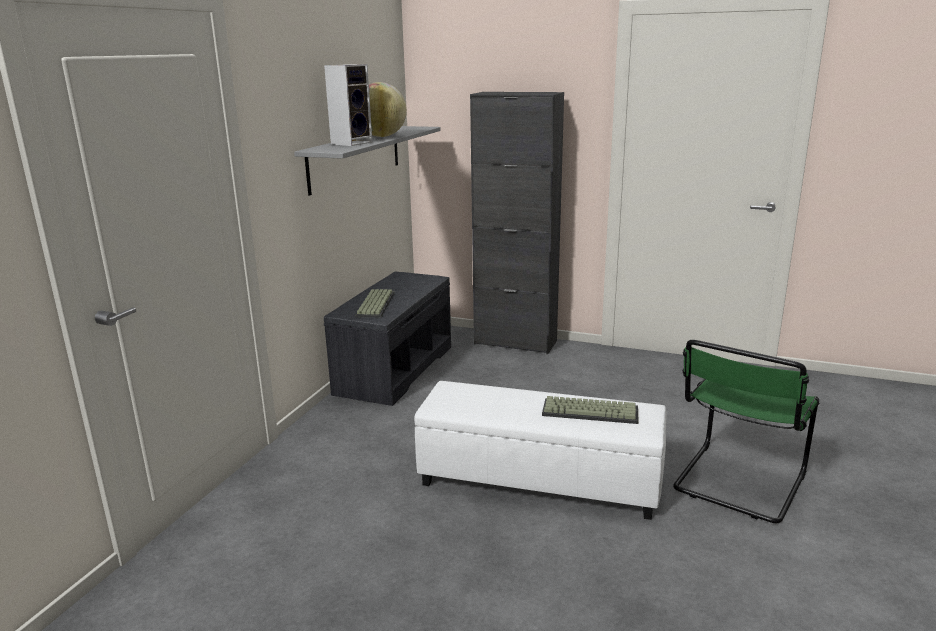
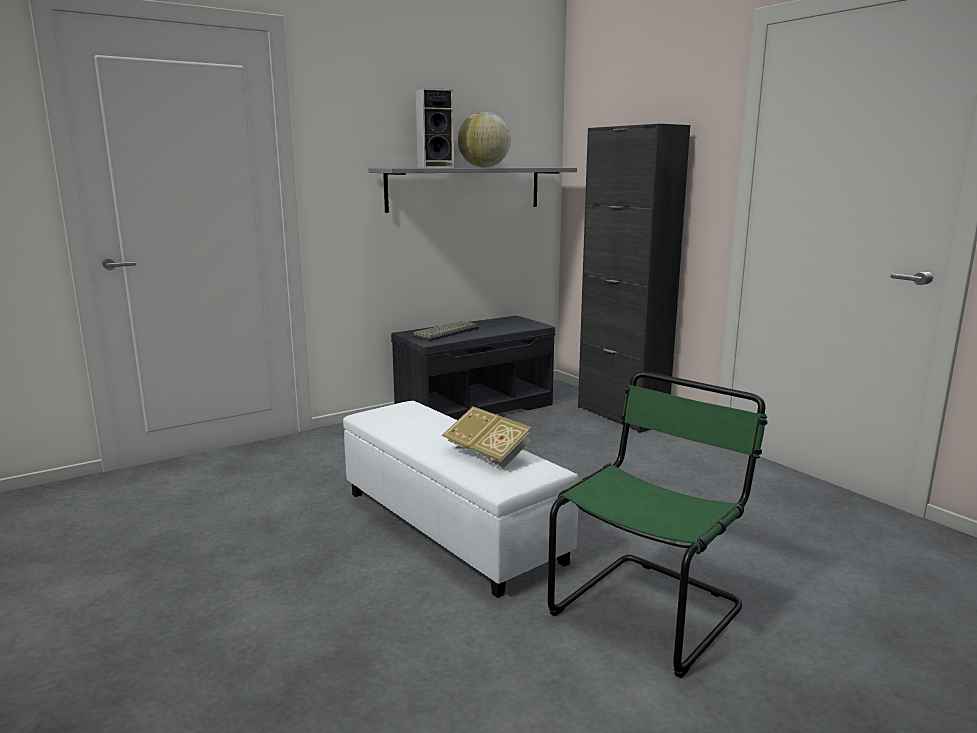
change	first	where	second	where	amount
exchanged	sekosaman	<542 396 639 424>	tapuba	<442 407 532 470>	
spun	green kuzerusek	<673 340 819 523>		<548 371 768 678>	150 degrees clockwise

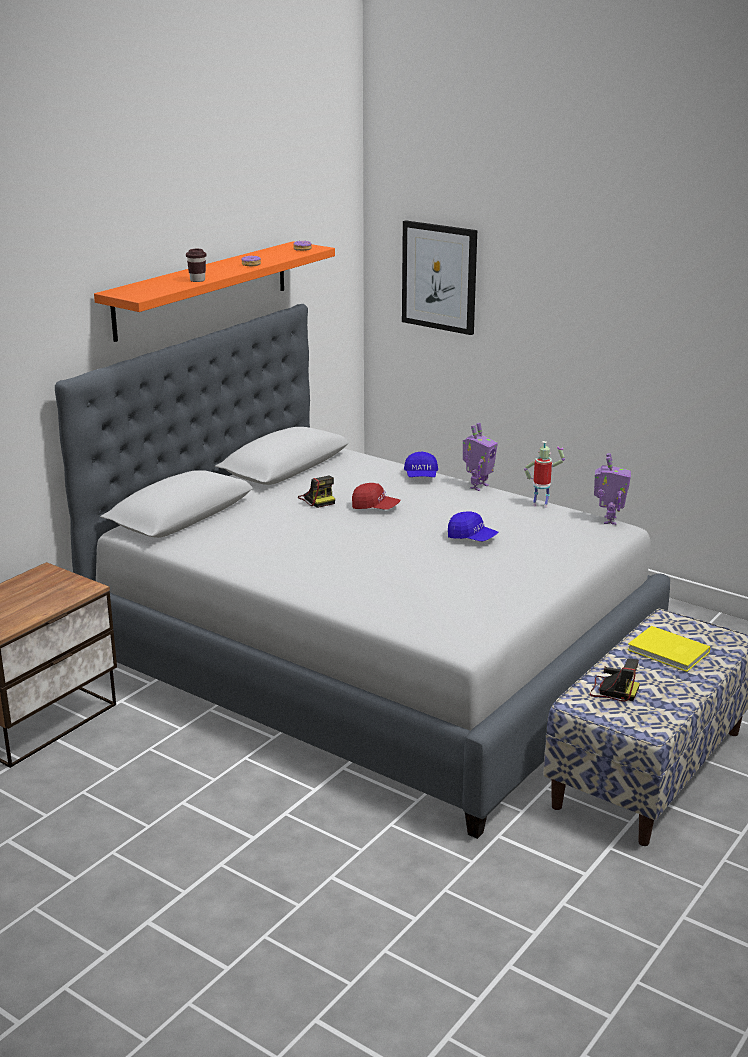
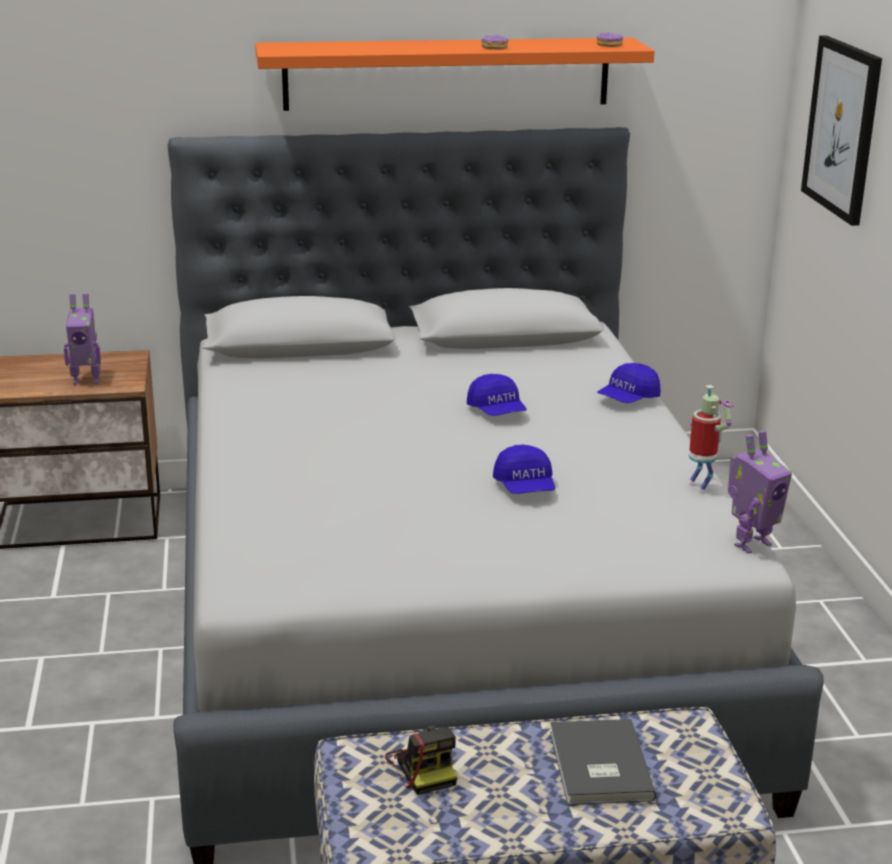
change	first	where	second	where	amount
missing	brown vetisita	<186 249 207 282>			
missing	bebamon	<298 476 335 508>			
colour	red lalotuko	<352 483 401 510>	blue lalotuko	<467 374 527 416>	
relocated	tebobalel	<463 423 498 491>		<64 294 101 385>	
colour	yellow tapuba	<627 626 710 672>	grey tapuba	<550 719 656 805>	

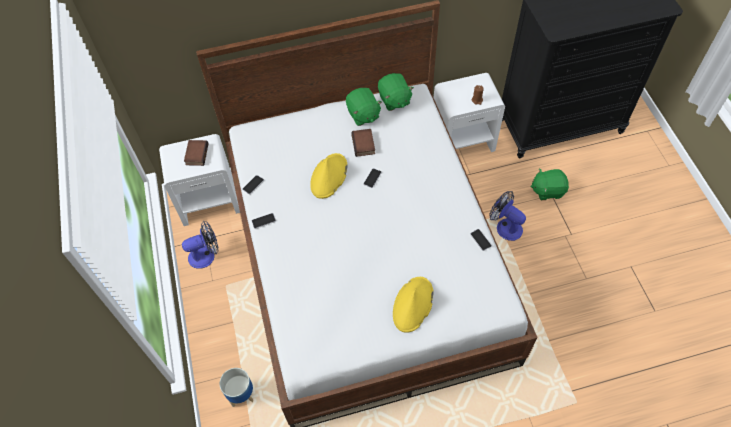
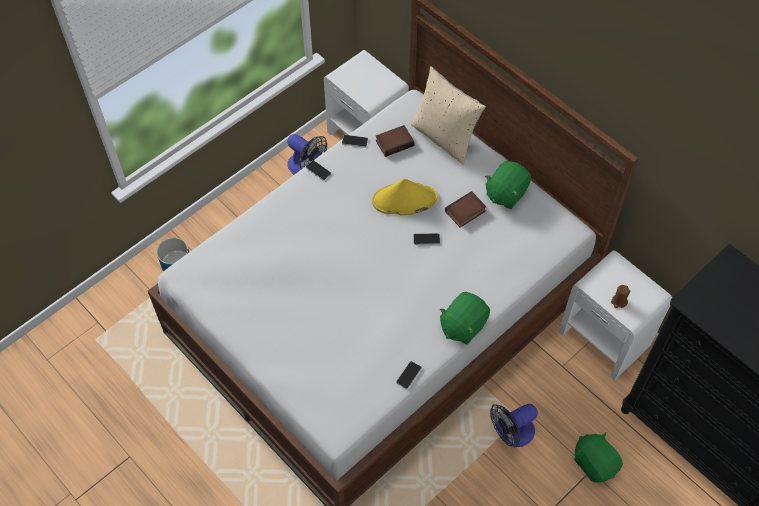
change	first	where	second	where	amount
relocated	tapuba	<184 140 209 166>		<376 125 414 157>	
relocated	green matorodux	<378 73 414 111>		<439 292 490 344>	
missing	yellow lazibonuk	<393 277 434 333>			
spun	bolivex	<489 191 526 241>		<490 404 538 447>	135 degrees counterclockwise
appeared			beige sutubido	<411 66 486 165>	

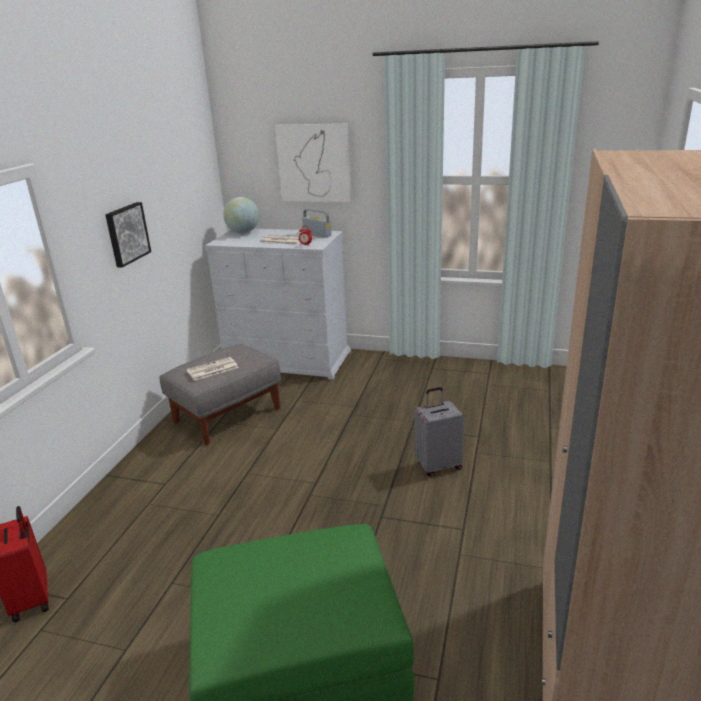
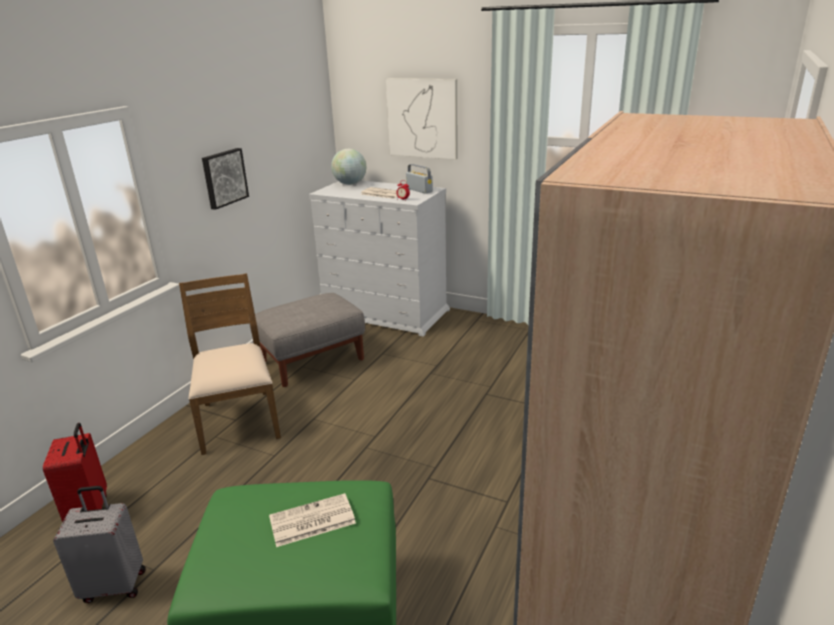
change	first	where	second	where	amount
relocated	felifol	<186 357 239 381>		<269 493 356 547>	
relocated	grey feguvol	<415 387 464 477>		<53 486 146 603>	
appeared			brown kuzerusek	<179 273 281 455>	

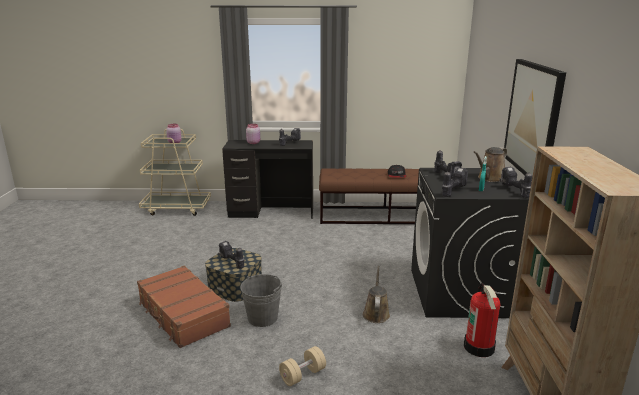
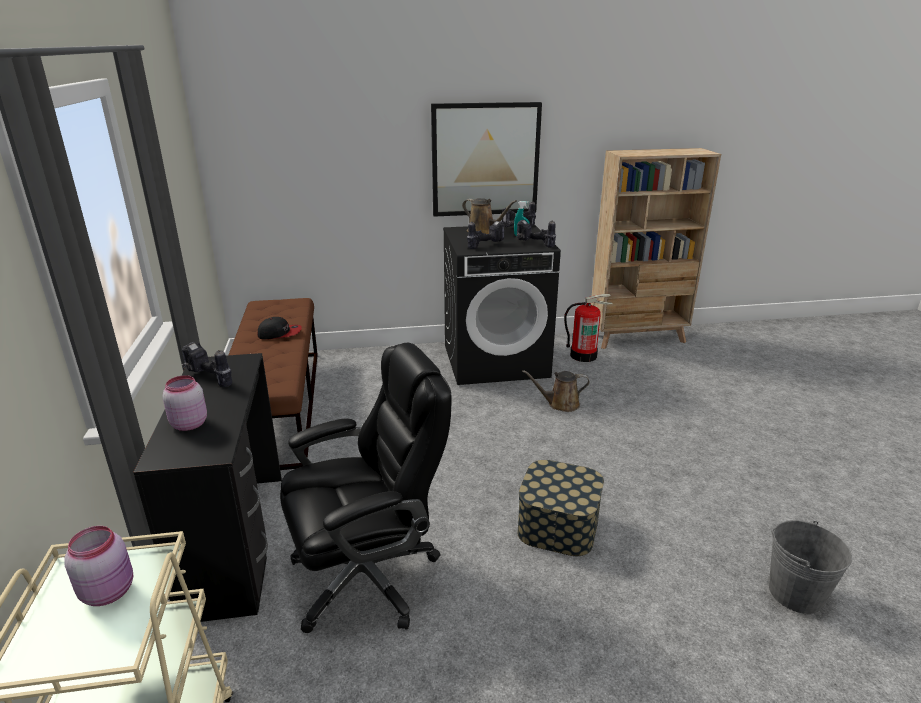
change	first	where	second	where	amount
missing	brown feguvol	<137 265 231 348>			
missing	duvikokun	<218 241 244 269>			
relocated	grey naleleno	<240 274 282 327>		<769 520 852 614>	
missing	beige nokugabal	<279 346 326 386>			
appeared			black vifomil	<280 343 452 633>	

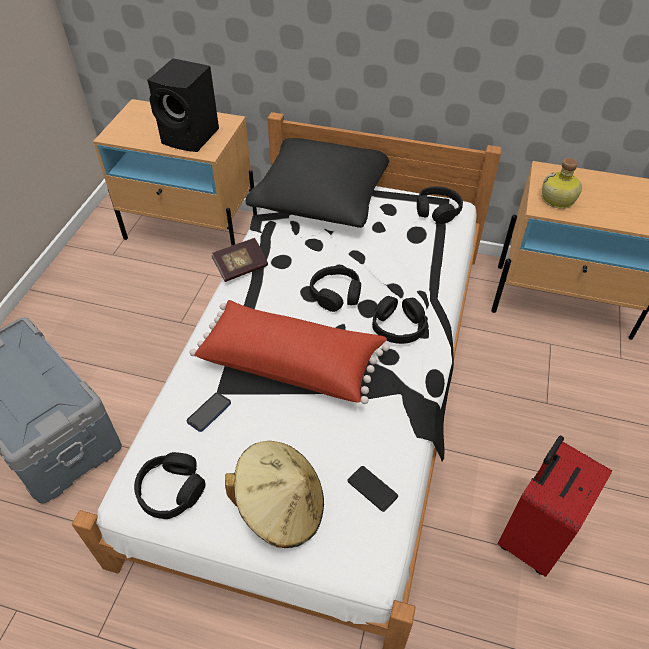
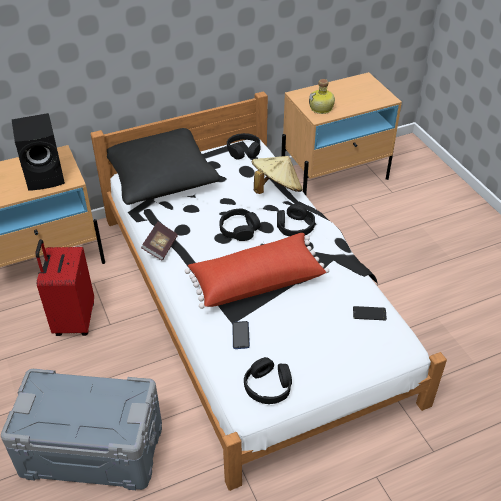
change	first	where	second	where	amount
relocated	beige lazibonuk	<225 441 324 548>		<252 156 302 194>	
relocated	red feguvol	<497 436 612 577>		<35 239 94 336>	

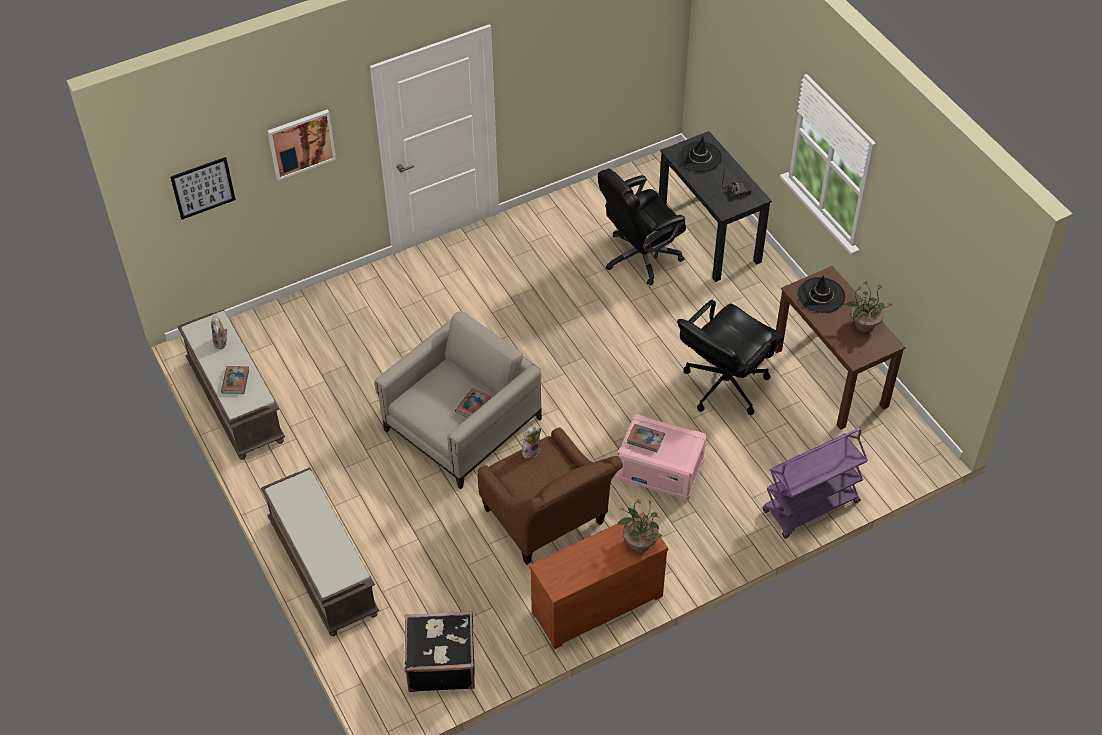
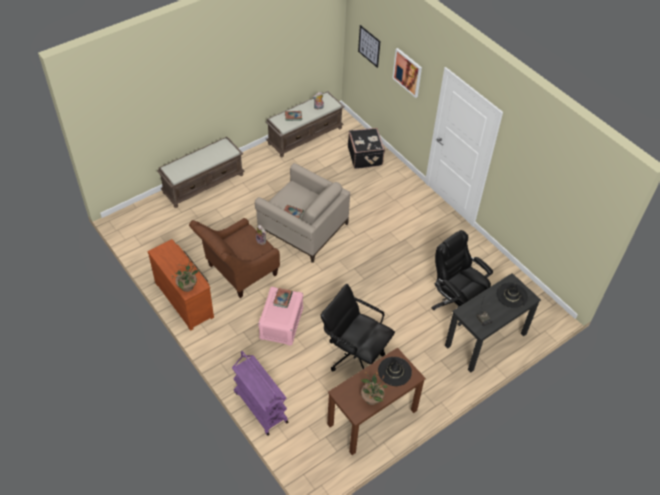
change	first	where	second	where	amount
relocated	black feguvol	<404 611 475 692>		<348 128 385 169>	

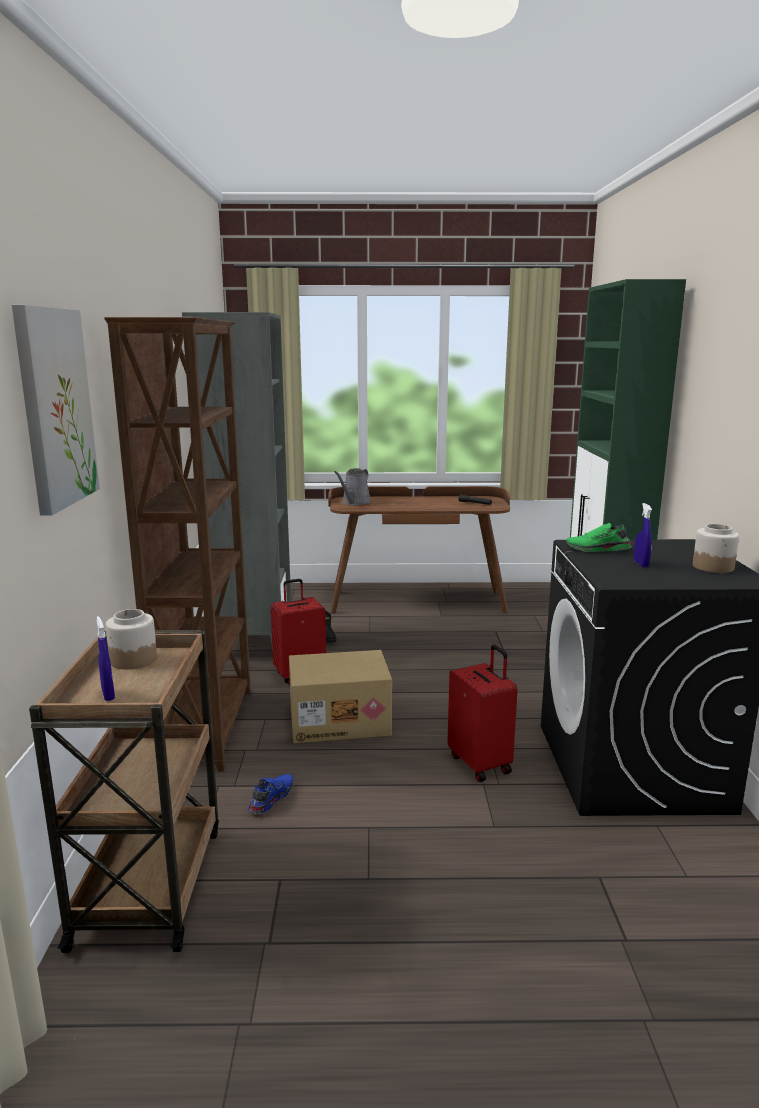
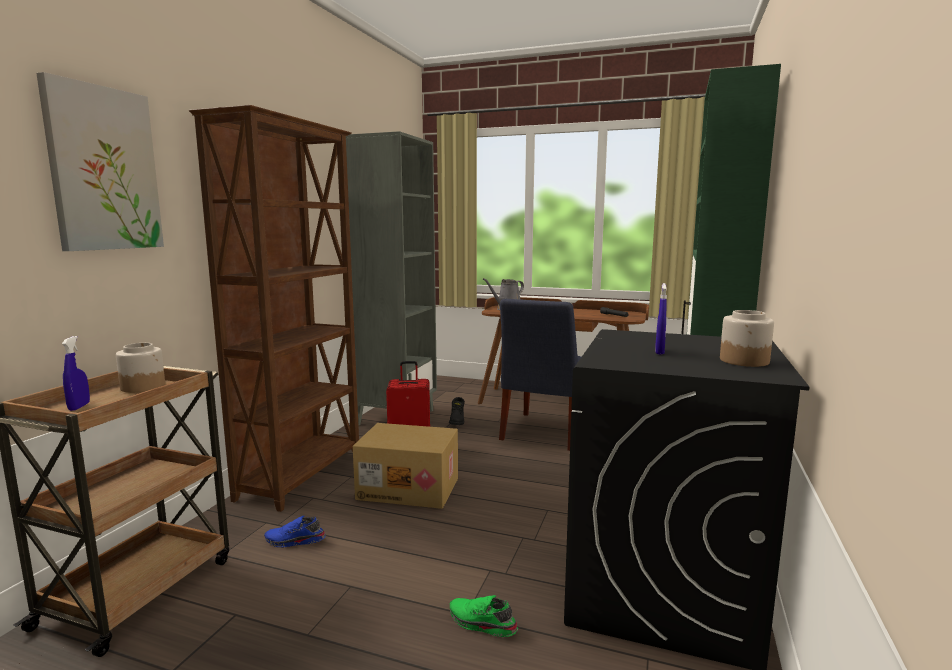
change	first	where	second	where	amount
spun	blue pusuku	<248 774 294 814>		<264 516 326 548>	135 degrees counterclockwise
missing	red feguvol	<447 644 518 782>			
relocated	green pusuku	<566 523 632 552>		<449 595 518 637>	
appeared			blue kuzerusek	<499 299 581 451>	

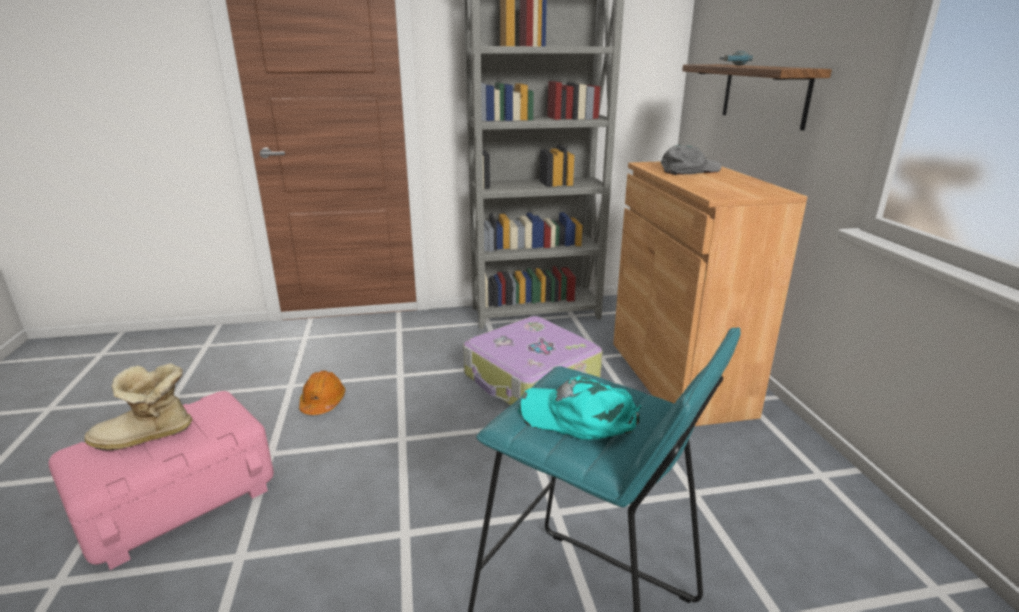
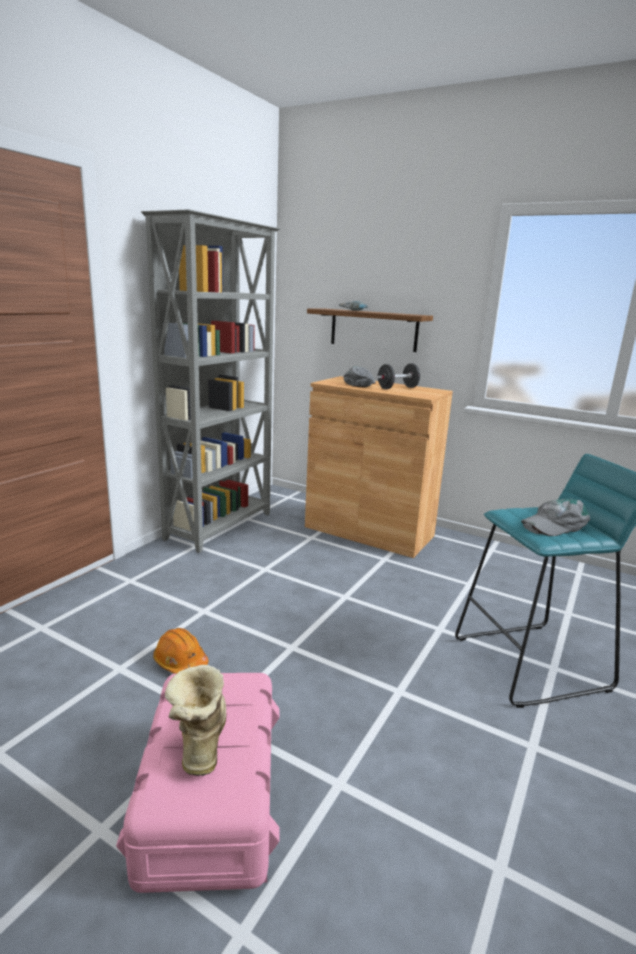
change	first	where	second	where	amount
spun	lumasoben	<85 363 192 451>		<165 665 226 776>	150 degrees clockwise
missing	feguvol	<463 316 603 405>			
colour	turquoise lalotuko	<518 376 641 440>	grey lalotuko	<521 499 590 536>	
appeared			black nokugabal	<377 363 420 389>	

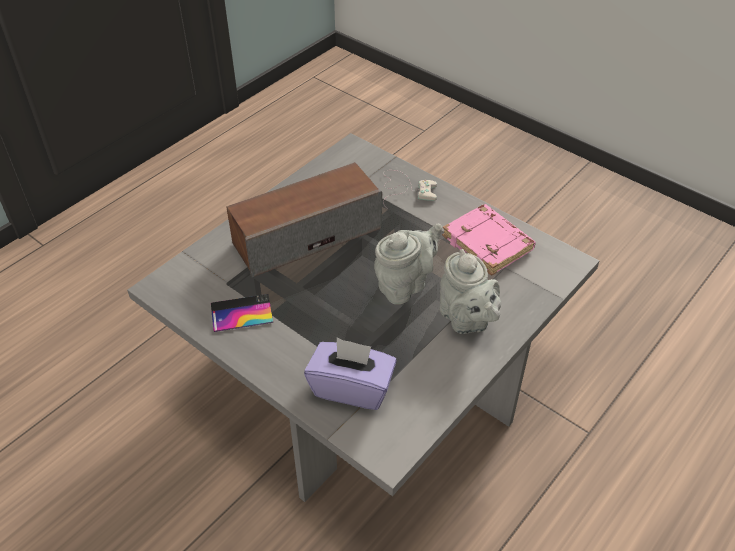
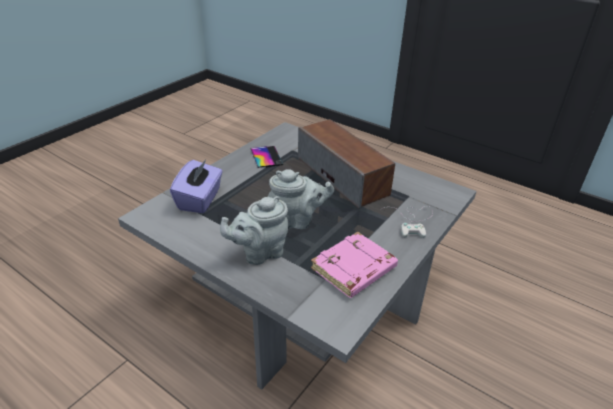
change	first	where	second	where	amount
spun	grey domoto	<374 224 442 304>		<268 169 334 229>	45 degrees counterclockwise

